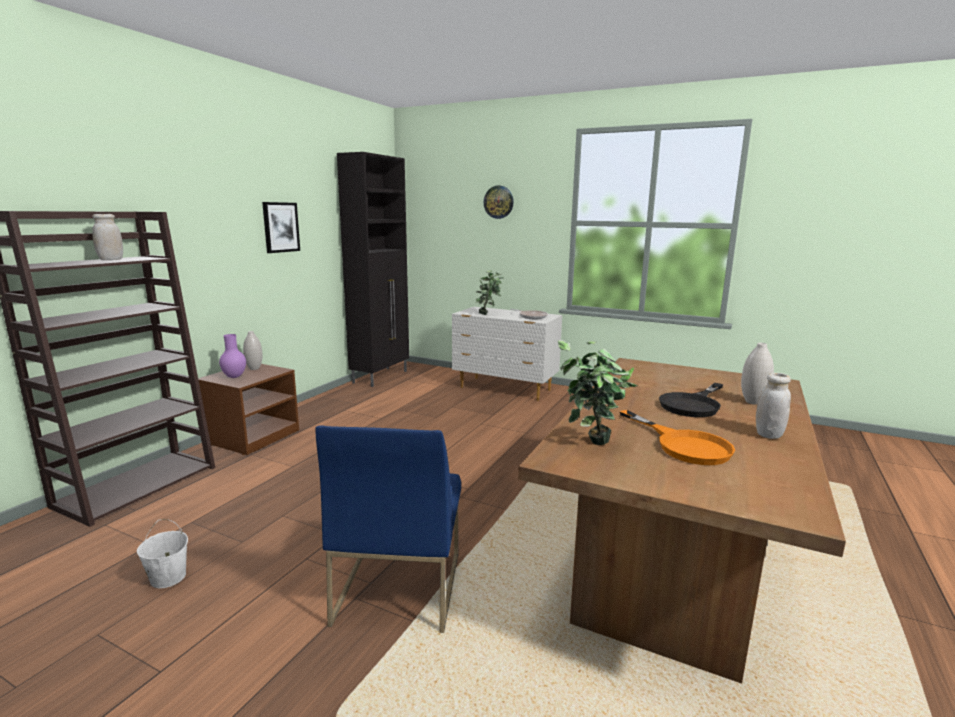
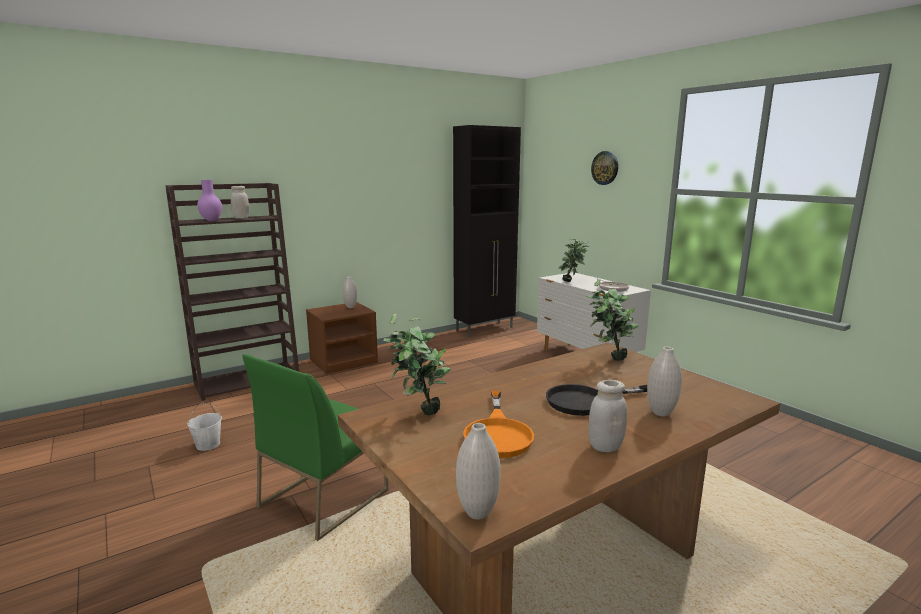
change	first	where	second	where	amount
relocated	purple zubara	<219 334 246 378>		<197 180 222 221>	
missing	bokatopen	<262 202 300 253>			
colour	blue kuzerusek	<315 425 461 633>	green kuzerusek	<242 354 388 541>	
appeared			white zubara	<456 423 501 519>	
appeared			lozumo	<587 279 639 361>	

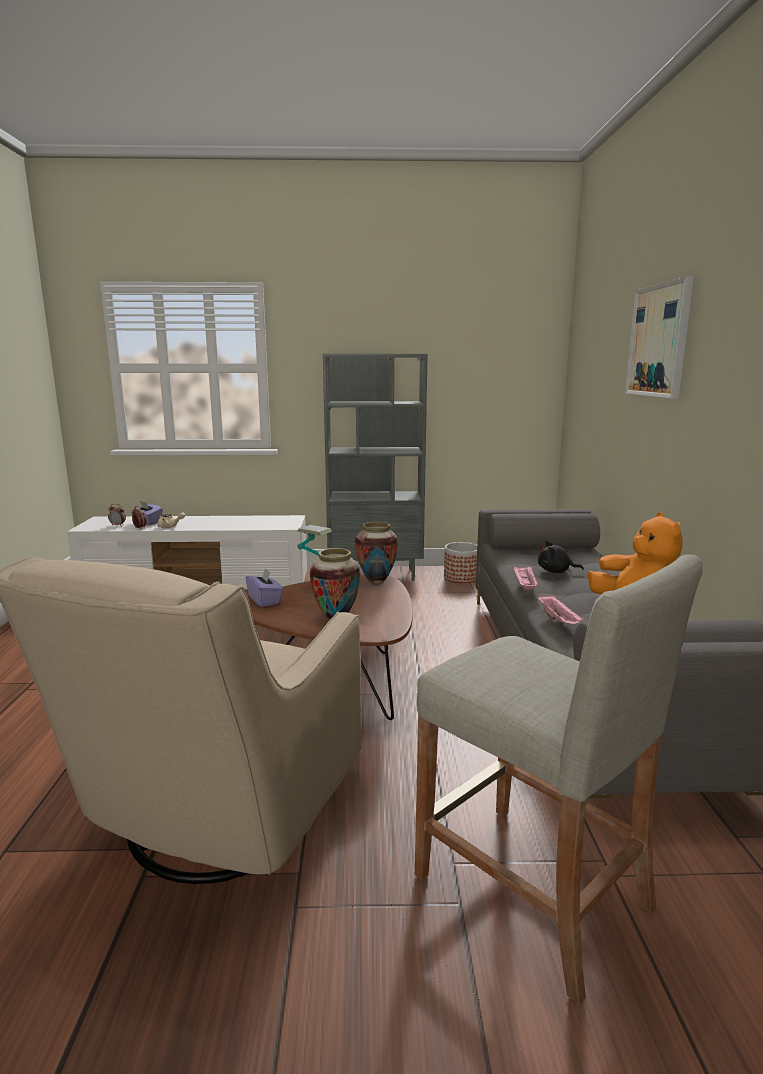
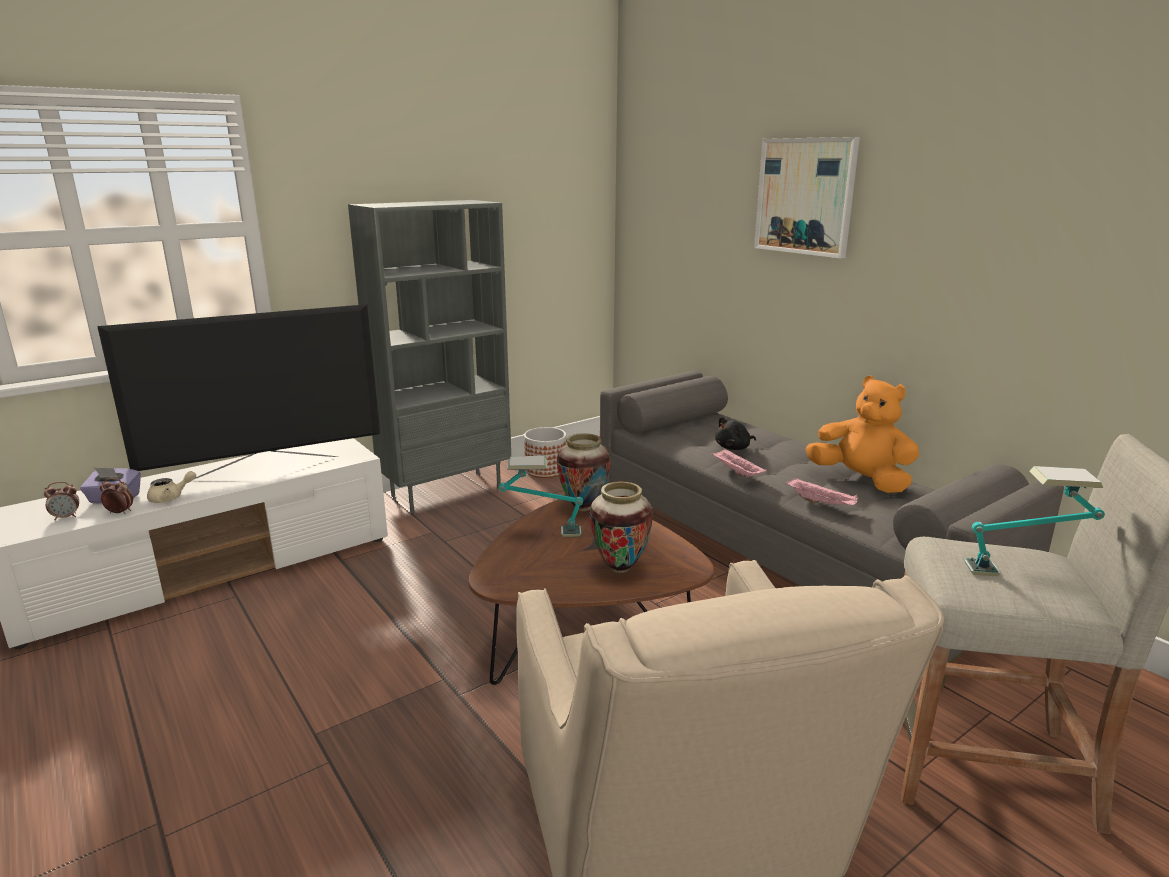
change	first	where	second	where	amount
missing	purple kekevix	<245 568 283 607>			
appeared			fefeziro	<97 304 380 479>	
appeared			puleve	<964 466 1105 577>	

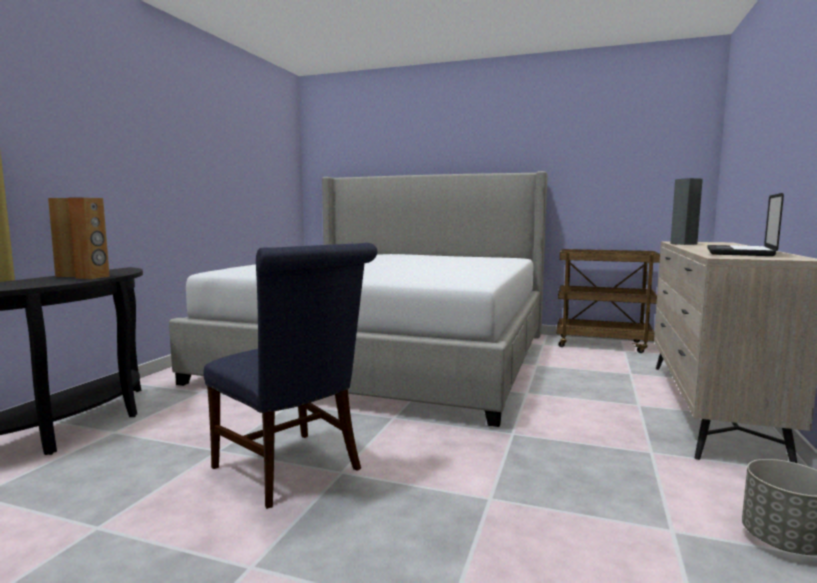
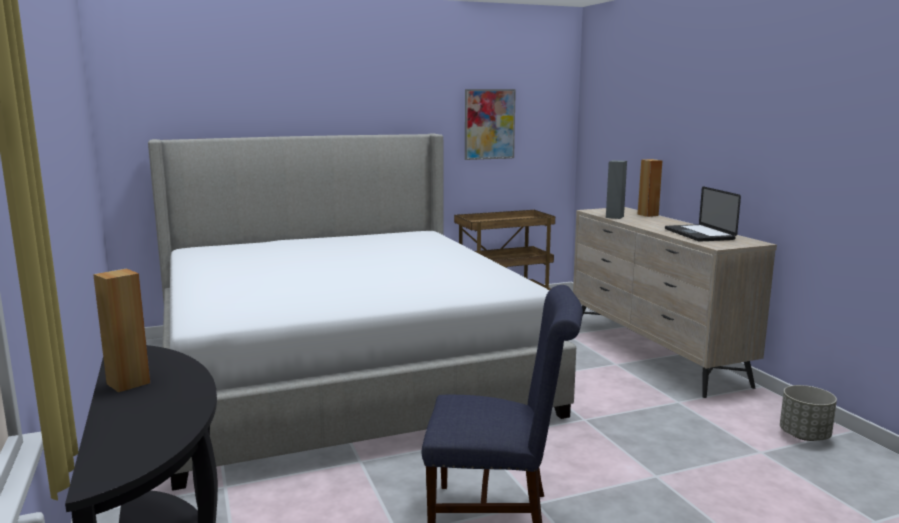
change	first	where	second	where	amount
relocated	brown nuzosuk	<68 197 110 279>		<638 159 662 217>	
appeared			bokatopen	<465 89 516 160>	

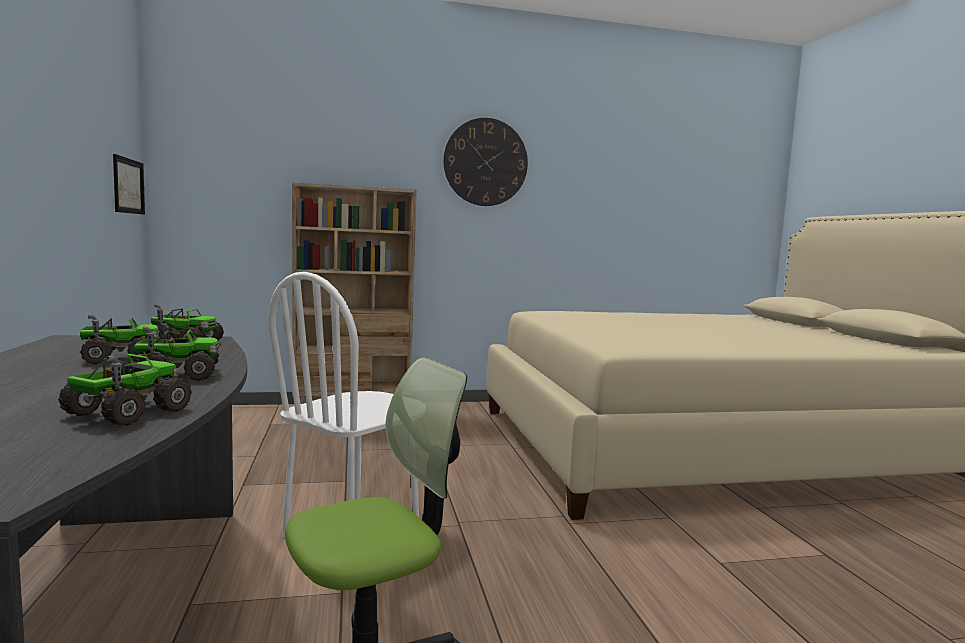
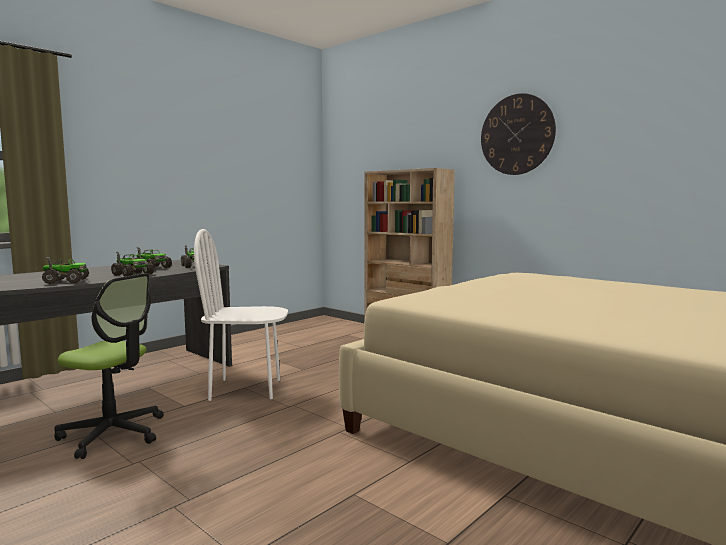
change	first	where	second	where	amount
missing	bokatopen	<113 154 145 215>			

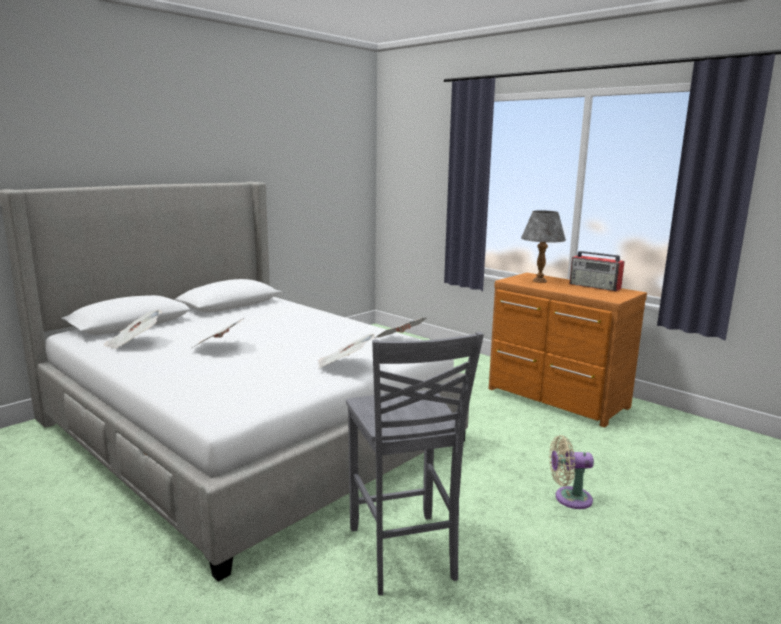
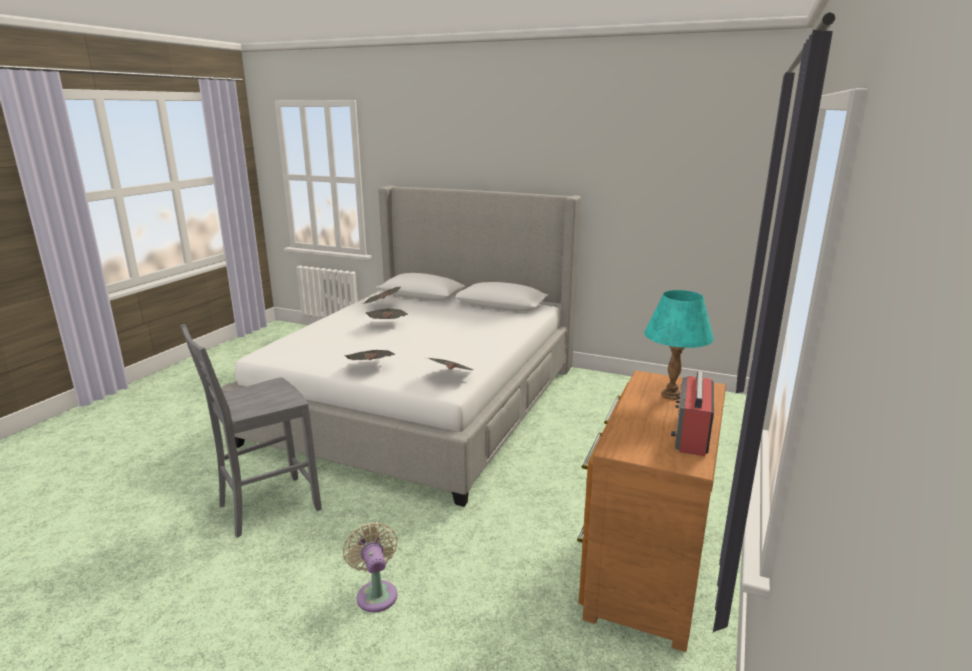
change	first	where	second	where	amount
colour	grey puleve	<521 210 566 283>	turquoise puleve	<644 290 714 400>	

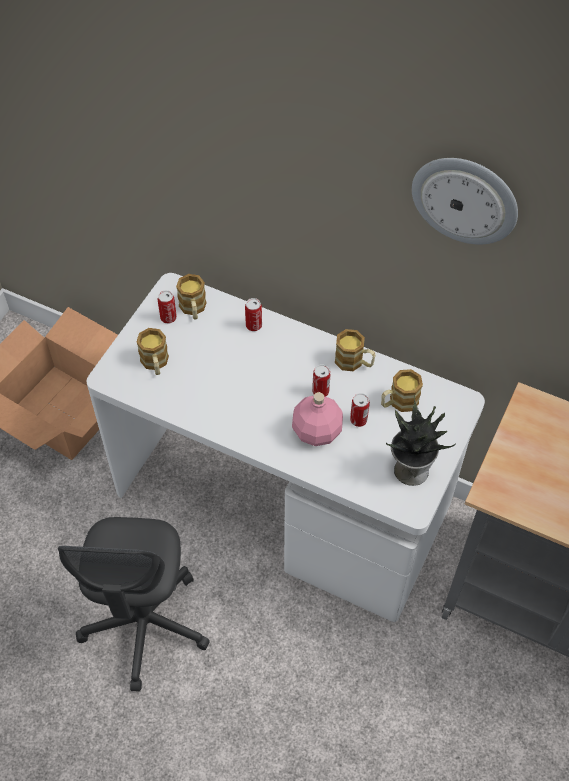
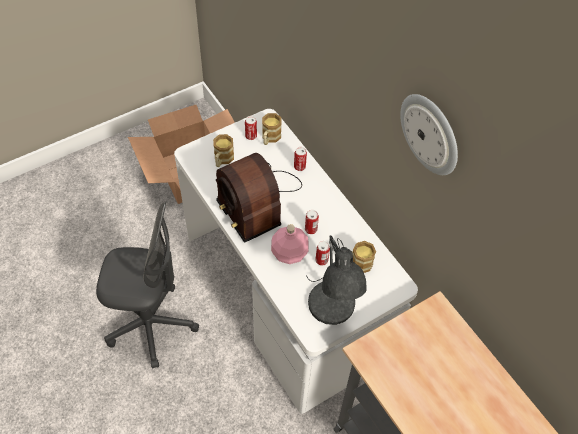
change	first	where	second	where	amount
spun	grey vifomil	<58 517 210 692>		<96 202 199 369>	120 degrees counterclockwise
missing	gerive	<335 329 376 371>			
exchanged	lozumo	<386 394 456 486>	grey puleve	<307 235 367 325>	
appeared			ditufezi	<216 153 302 243>	

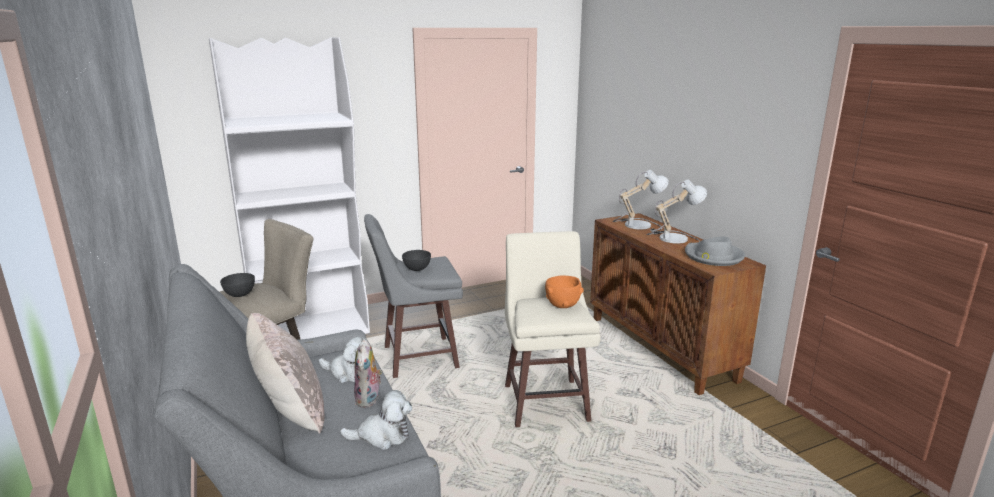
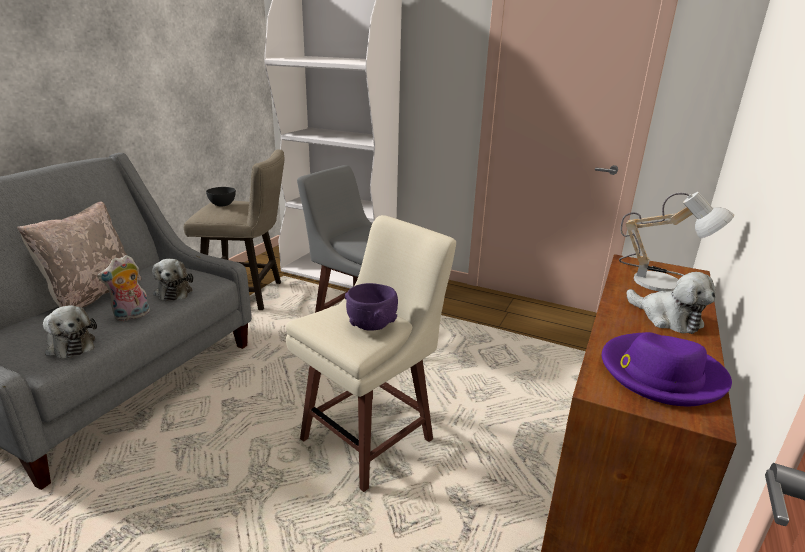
change	first	where	second	where	amount
missing	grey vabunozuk	<402 250 431 271>			
colour	orange vabunozuk	<545 275 584 308>	purple vabunozuk	<345 283 398 331>	
exchanged	puleve	<646 180 707 244>	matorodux	<626 272 716 334>	
colour	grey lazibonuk	<685 236 745 266>	purple lazibonuk	<602 332 732 406>	

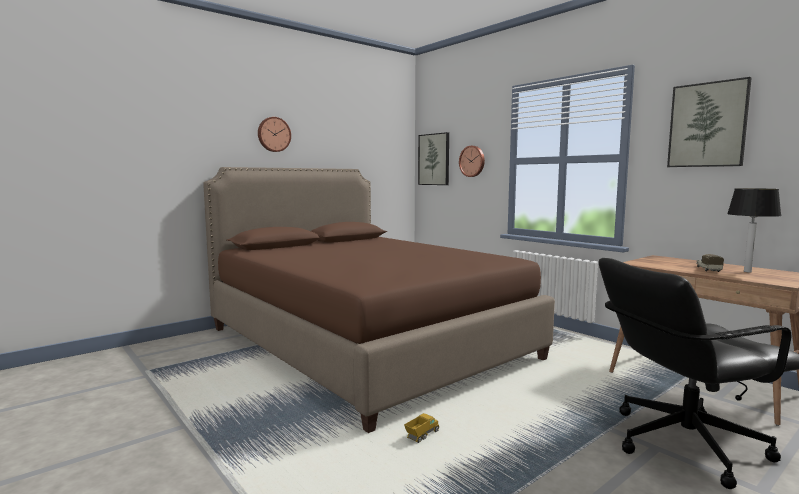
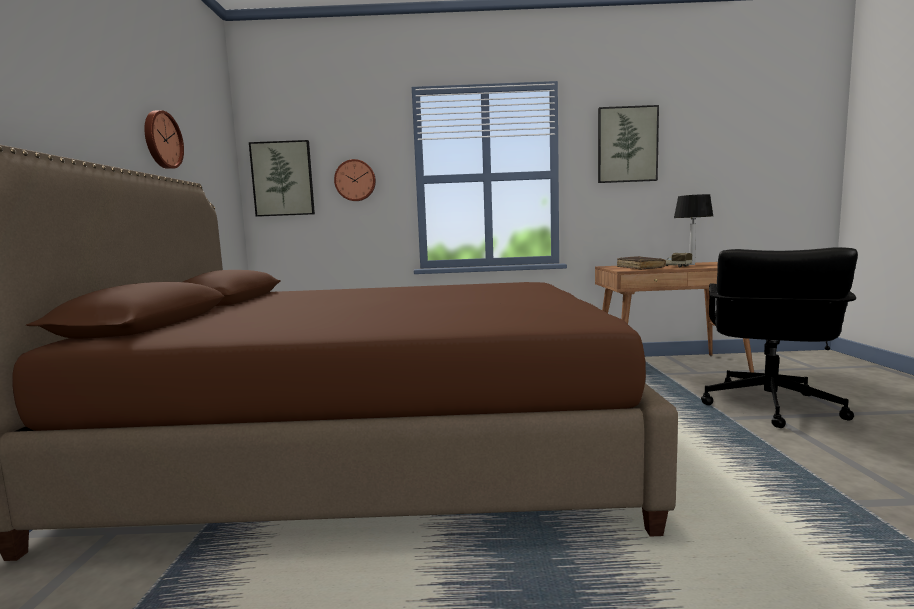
change	first	where	second	where	amount
relocated	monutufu	<258 117 291 152>		<144 110 184 169>	
missing	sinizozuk	<404 413 439 443>			
appeared			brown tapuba	<617 256 666 270>	

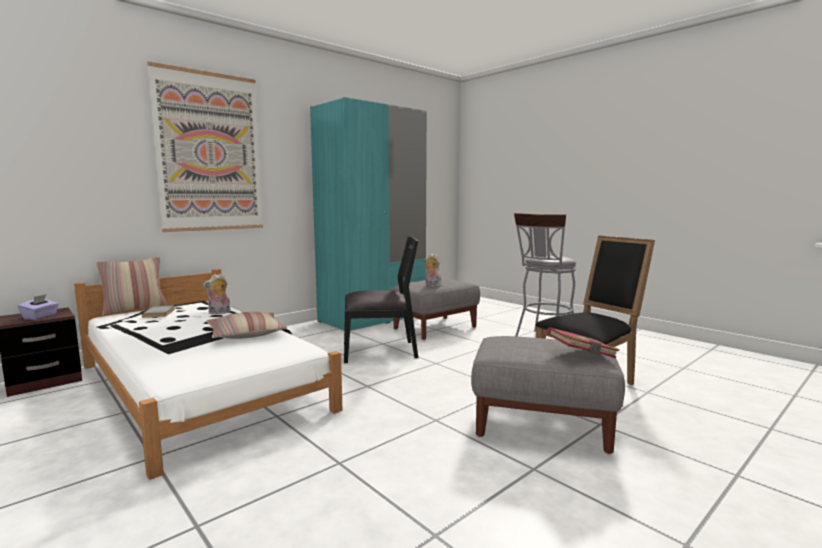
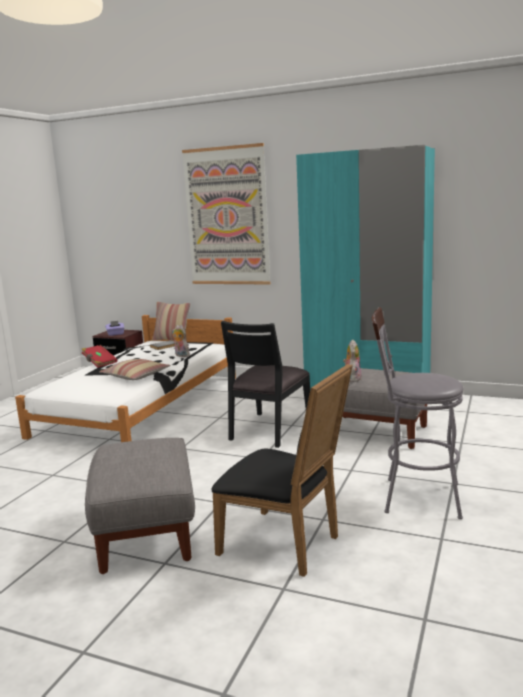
change	first	where	second	where	amount
spun	black kuzerusek	<344 236 418 363>		<221 321 310 448>	60 degrees clockwise
relocated	red tapuba	<547 327 620 358>		<81 345 117 368>	

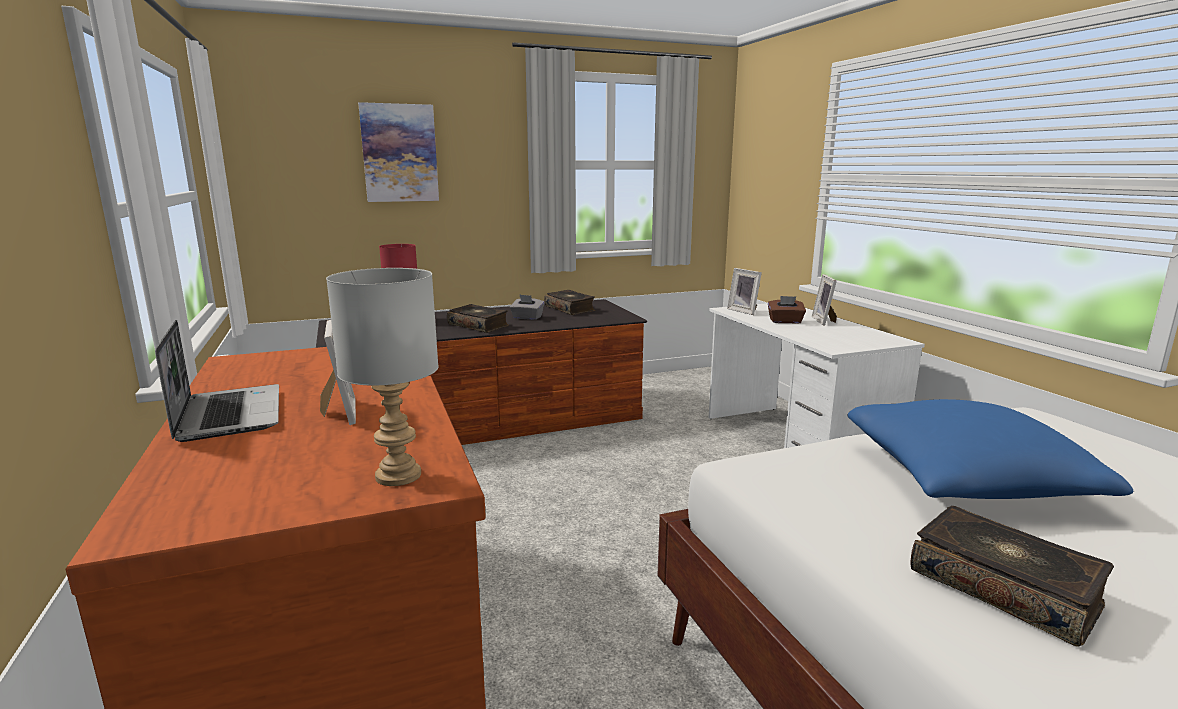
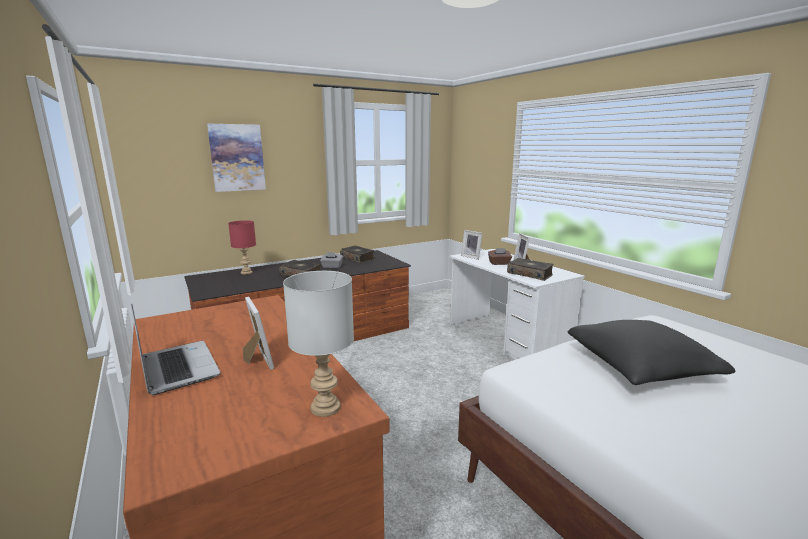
change	first	where	second	where	amount
colour	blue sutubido	<848 399 1133 499>	black sutubido	<568 320 735 385>	
relocated	tapuba	<910 506 1114 647>		<507 258 554 281>	

